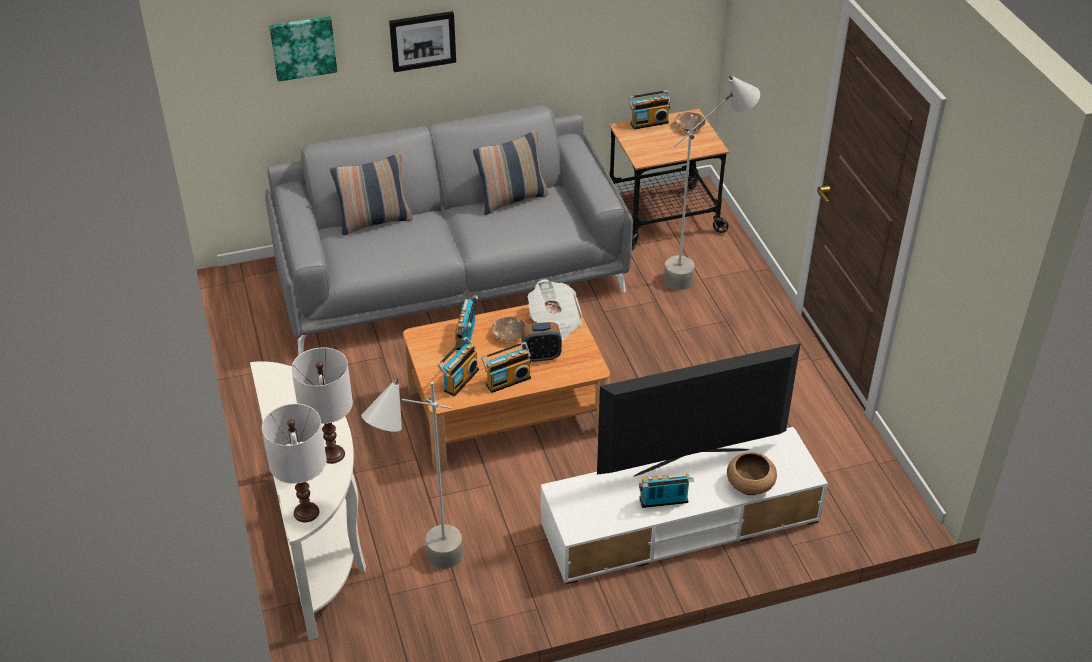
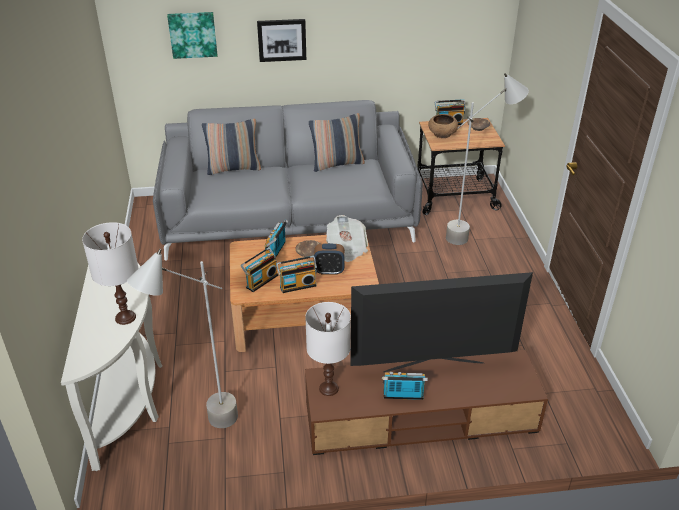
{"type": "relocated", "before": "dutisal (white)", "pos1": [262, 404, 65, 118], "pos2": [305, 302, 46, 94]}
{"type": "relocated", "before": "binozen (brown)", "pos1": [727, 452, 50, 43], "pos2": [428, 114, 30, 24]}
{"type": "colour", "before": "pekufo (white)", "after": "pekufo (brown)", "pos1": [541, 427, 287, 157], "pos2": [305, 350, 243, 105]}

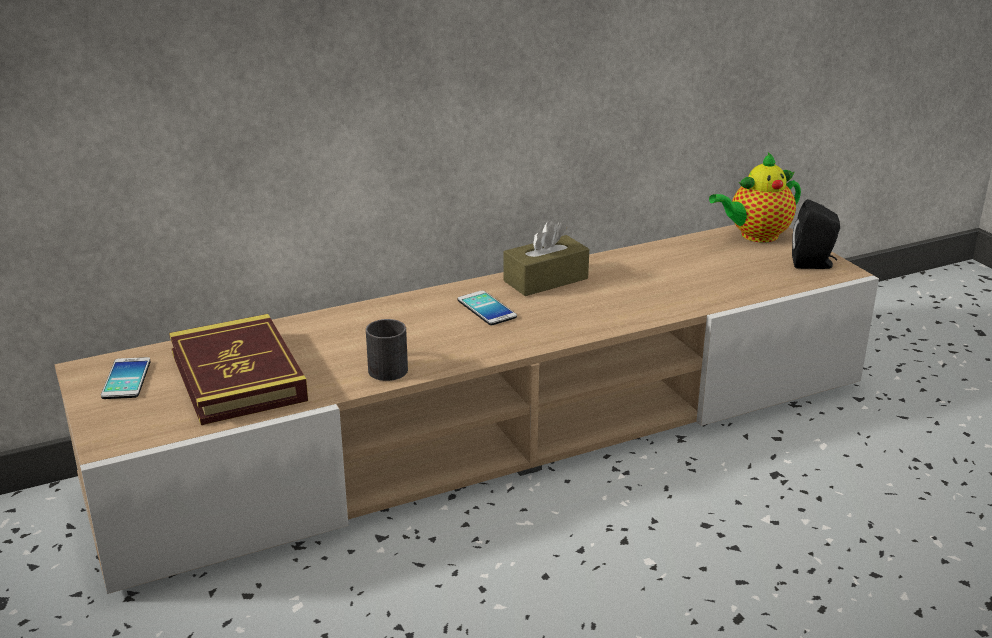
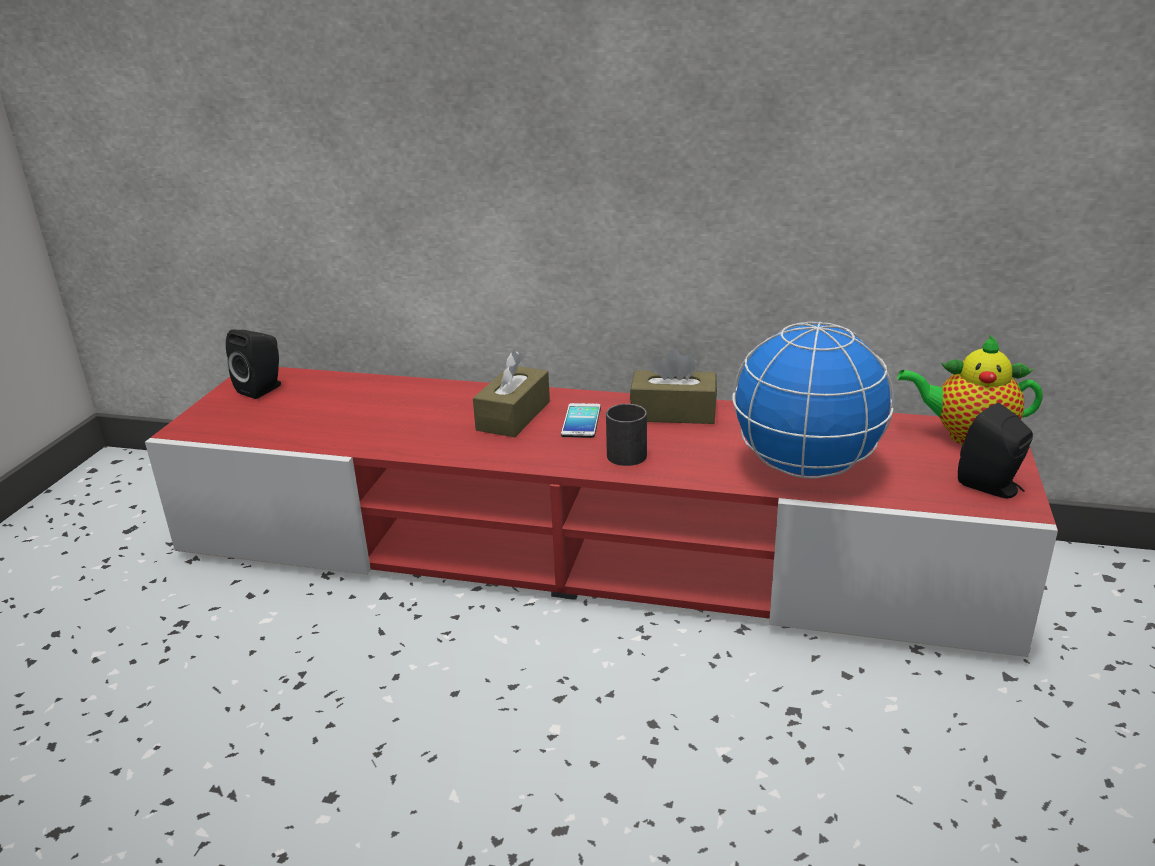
{"type": "missing", "before": "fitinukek", "pos1": [169, 314, 139, 111]}
{"type": "appeared", "after": "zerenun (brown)", "pos2": [473, 351, 77, 86]}
{"type": "appeared", "after": "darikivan", "pos2": [733, 322, 161, 157]}
{"type": "relocated", "before": "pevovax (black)", "pos1": [366, 319, 42, 62], "pos2": [606, 404, 41, 62]}
{"type": "exchanged", "before": "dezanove", "after": "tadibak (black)", "pos1": [101, 357, 50, 42], "pos2": [226, 330, 55, 69]}
{"type": "colour", "before": "pekufo (beige)", "after": "pekufo (red)", "pos1": [54, 225, 825, 369], "pos2": [145, 367, 913, 290]}

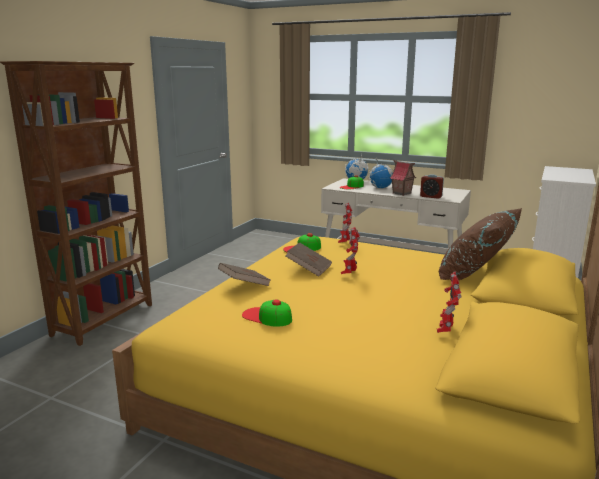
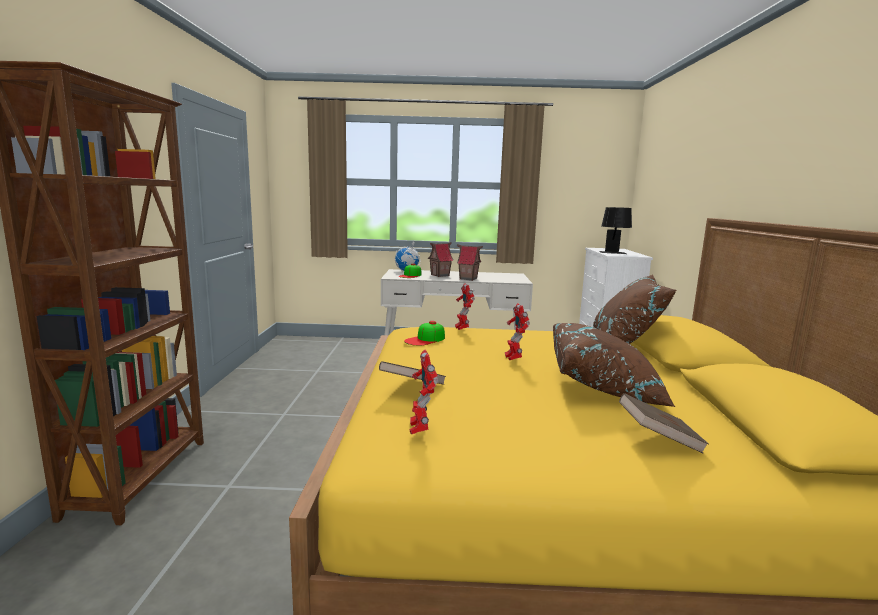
{"type": "missing", "before": "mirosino", "pos1": [242, 300, 50, 27]}
{"type": "missing", "before": "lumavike", "pos1": [420, 174, 24, 25]}
{"type": "appeared", "after": "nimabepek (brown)", "pos2": [553, 323, 122, 84]}
{"type": "appeared", "after": "dutisal (black)", "pos2": [600, 207, 32, 47]}
{"type": "relocated", "before": "fitinukek (brown)", "pos1": [285, 243, 47, 34], "pos2": [619, 393, 90, 60]}
{"type": "relocated", "before": "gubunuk", "pos1": [437, 272, 24, 61], "pos2": [409, 349, 30, 85]}
{"type": "exchanged", "before": "darikivan", "after": "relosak", "pos1": [368, 158, 25, 30], "pos2": [428, 242, 26, 35]}

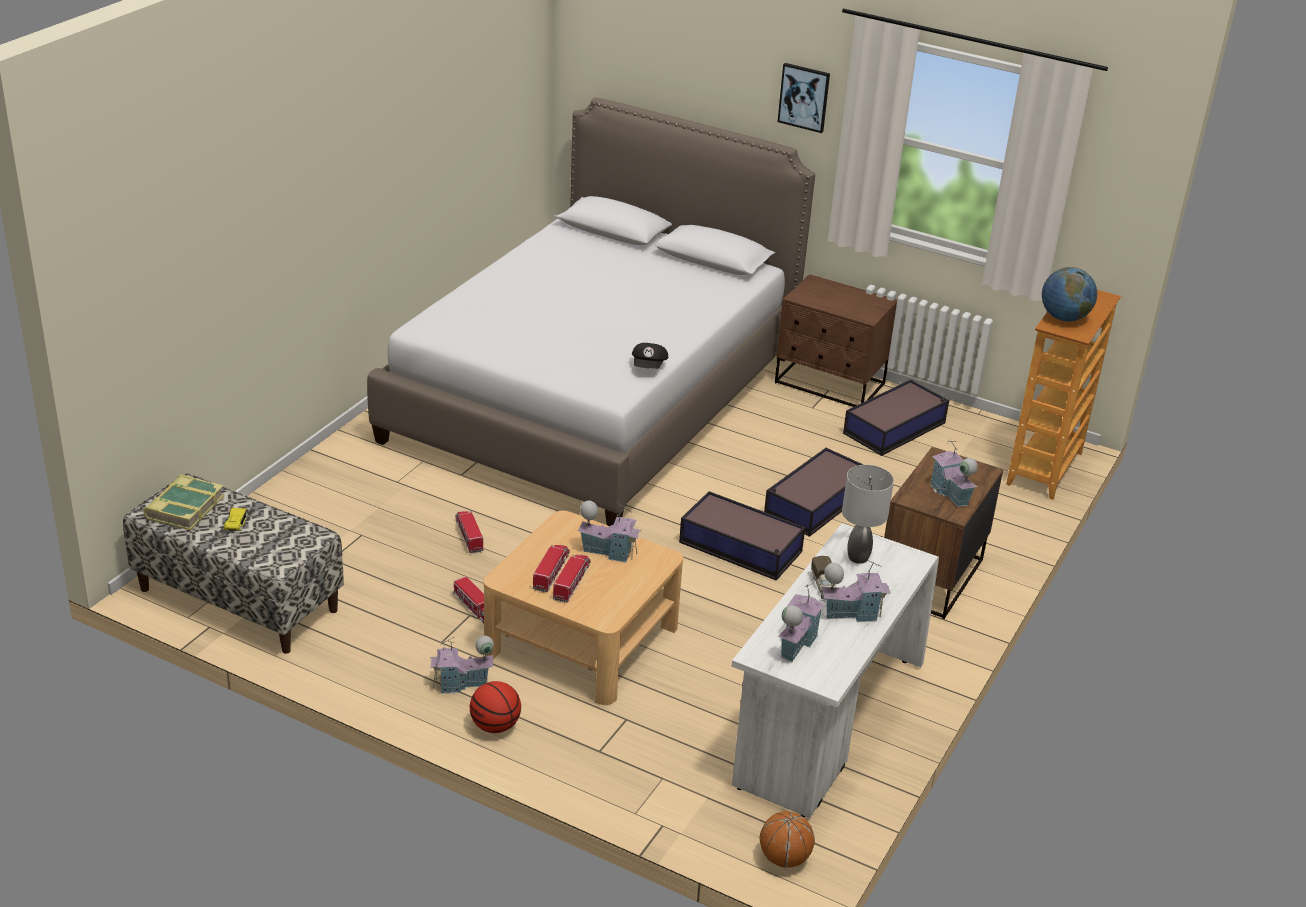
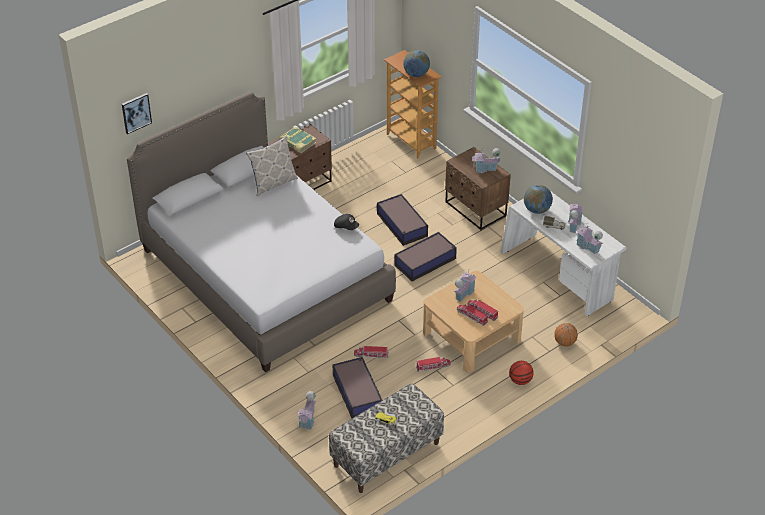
{"type": "appeared", "after": "nimabepek", "pos2": [246, 136, 52, 60]}
{"type": "relocated", "before": "fitinukek", "pos1": [143, 474, 81, 56], "pos2": [280, 127, 36, 26]}
{"type": "relocated", "before": "relosak", "pos1": [430, 636, 64, 58], "pos2": [298, 391, 18, 39]}
{"type": "relocated", "before": "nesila", "pos1": [760, 811, 55, 57], "pos2": [554, 323, 24, 23]}
{"type": "relocated", "before": "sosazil", "pos1": [777, 63, 53, 70], "pos2": [122, 93, 30, 41]}
{"type": "relocated", "before": "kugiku", "pos1": [843, 380, 106, 76], "pos2": [333, 357, 49, 61]}
{"type": "exchanged", "before": "dutisal (grey)", "after": "darikivan", "pos1": [842, 465, 52, 99], "pos2": [524, 185, 29, 29]}

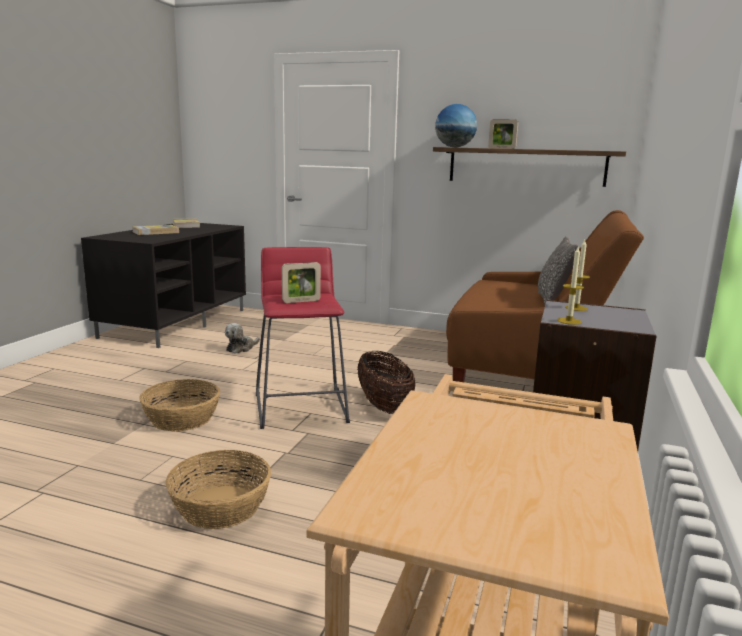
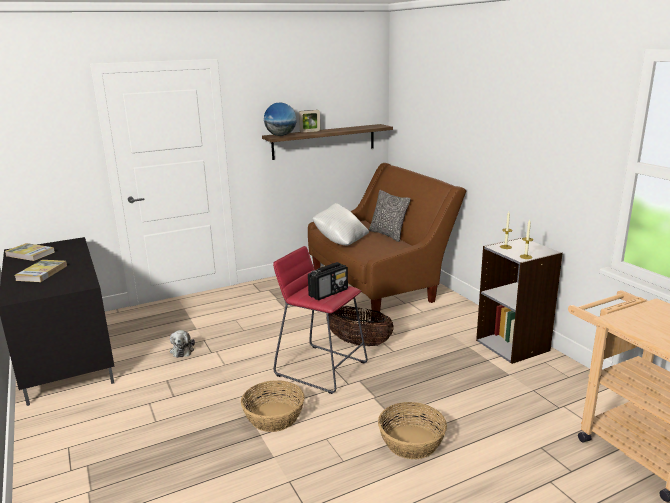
{"type": "appeared", "after": "nimabepek (white)", "pos2": [312, 203, 57, 43]}
{"type": "exchanged", "before": "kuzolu", "after": "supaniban", "pos1": [282, 262, 39, 41], "pos2": [308, 262, 40, 38]}

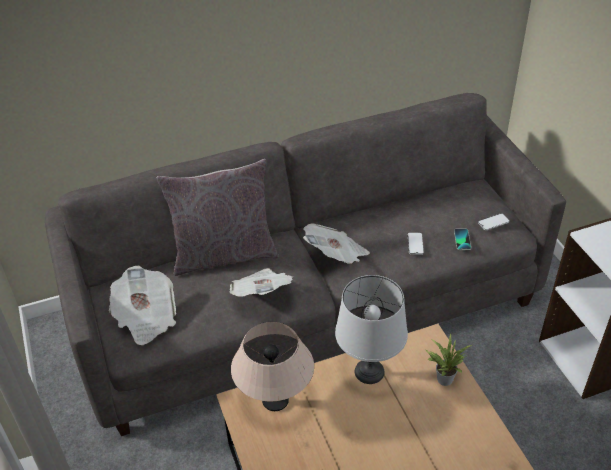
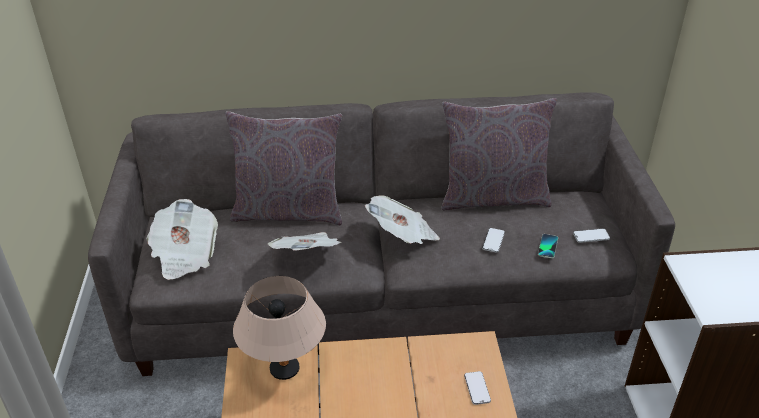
{"type": "missing", "before": "dutisal (grey)", "pos1": [335, 275, 73, 109]}
{"type": "appeared", "after": "nimabepek (grey)", "pos2": [442, 98, 115, 112]}
{"type": "exchanged", "before": "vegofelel", "after": "dezanove", "pos1": [426, 333, 46, 53], "pos2": [464, 371, 27, 34]}

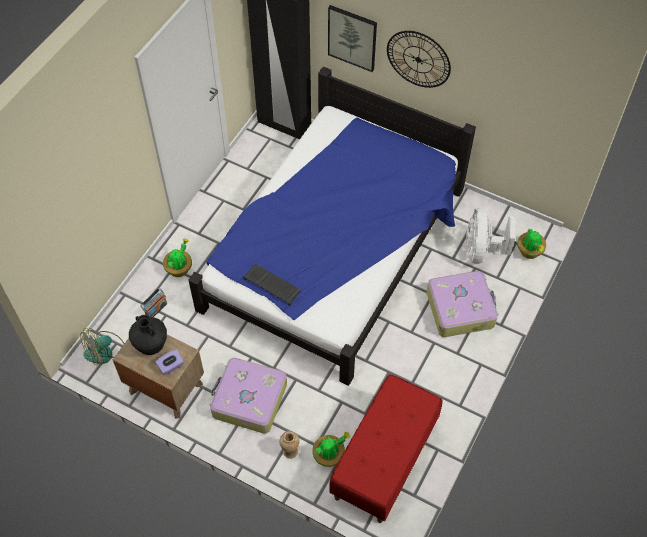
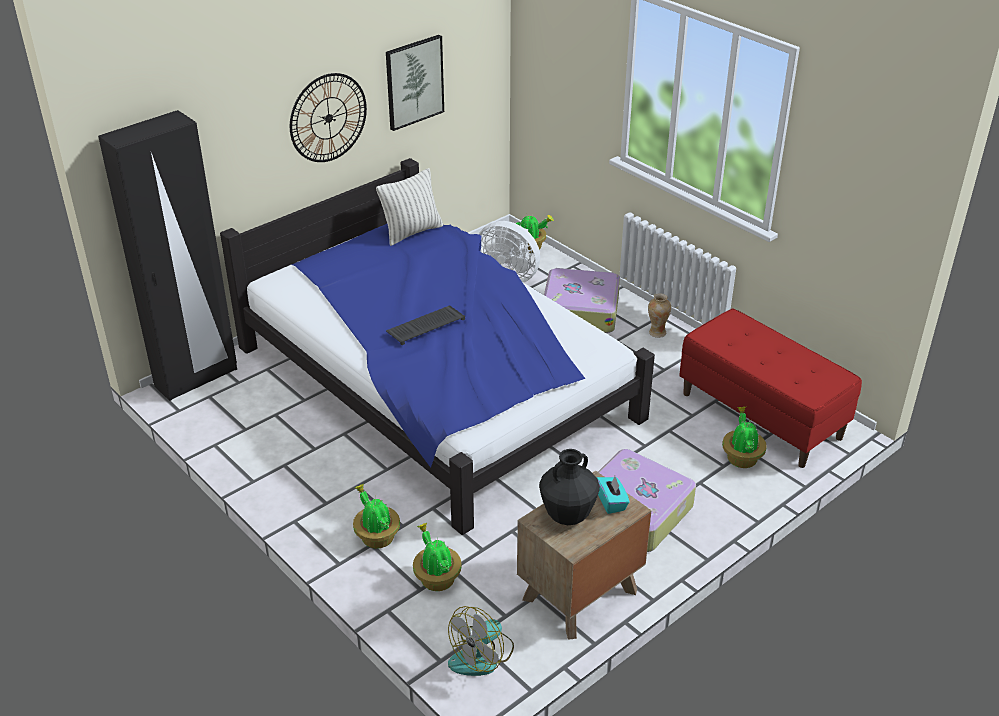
{"type": "appeared", "after": "nimabepek", "pos2": [376, 168, 67, 78]}
{"type": "relocated", "before": "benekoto", "pos1": [244, 264, 58, 41], "pos2": [386, 305, 79, 40]}
{"type": "relocated", "before": "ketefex", "pos1": [279, 431, 21, 28], "pos2": [648, 293, 23, 45]}
{"type": "relocated", "before": "sosazil", "pos1": [328, 5, 49, 67], "pos2": [386, 35, 58, 96]}
{"type": "exchanged", "before": "supaniban", "after": "vegofelel", "pos1": [140, 288, 27, 29], "pos2": [413, 523, 49, 68]}
{"type": "colour", "before": "zerenun (purple)", "after": "zerenun (turquoise)", "pos1": [155, 349, 29, 26], "pos2": [597, 476, 33, 38]}
{"type": "spun", "before": "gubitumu", "pos1": [80, 328, 45, 37], "pos2": [448, 606, 66, 70], "turn": 60}

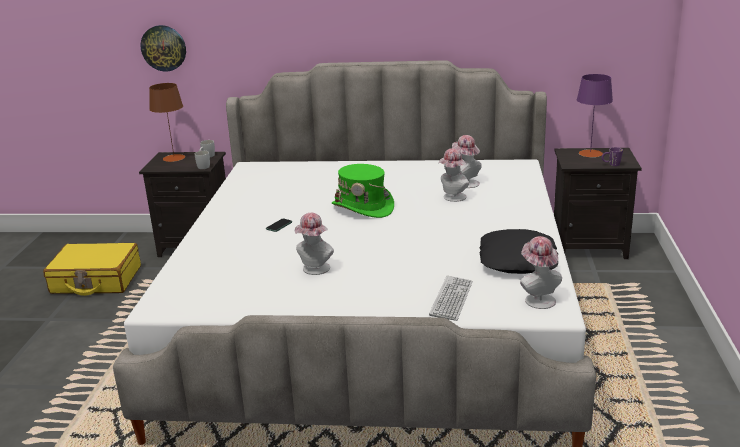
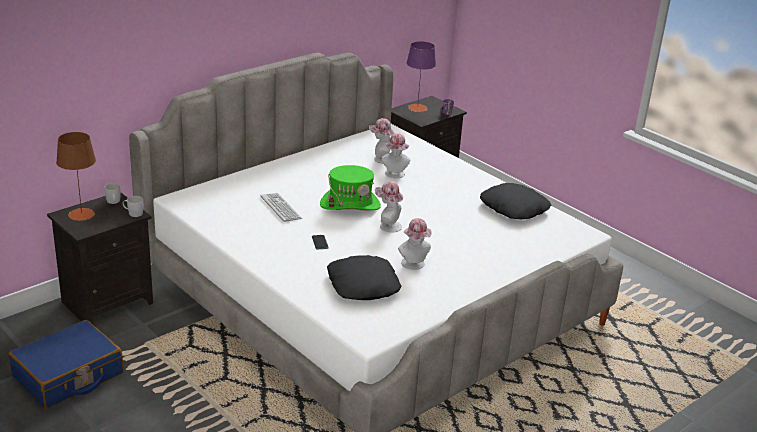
{"type": "missing", "before": "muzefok", "pos1": [140, 25, 46, 47]}
{"type": "appeared", "after": "nimabepek (black)", "pos2": [327, 255, 74, 45]}
{"type": "relocated", "before": "benekoto", "pos1": [429, 276, 44, 45], "pos2": [260, 193, 42, 29]}
{"type": "relocated", "before": "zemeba", "pos1": [520, 236, 42, 73], "pos2": [375, 181, 28, 52]}
{"type": "colour", "before": "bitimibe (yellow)", "after": "bitimibe (blue)", "pos1": [43, 243, 98, 53], "pos2": [8, 320, 115, 88]}

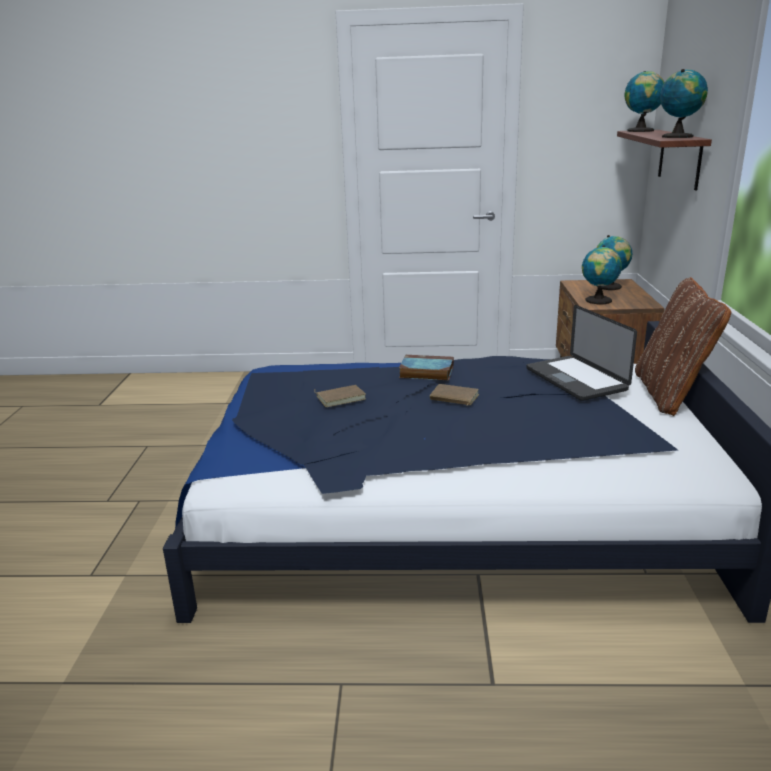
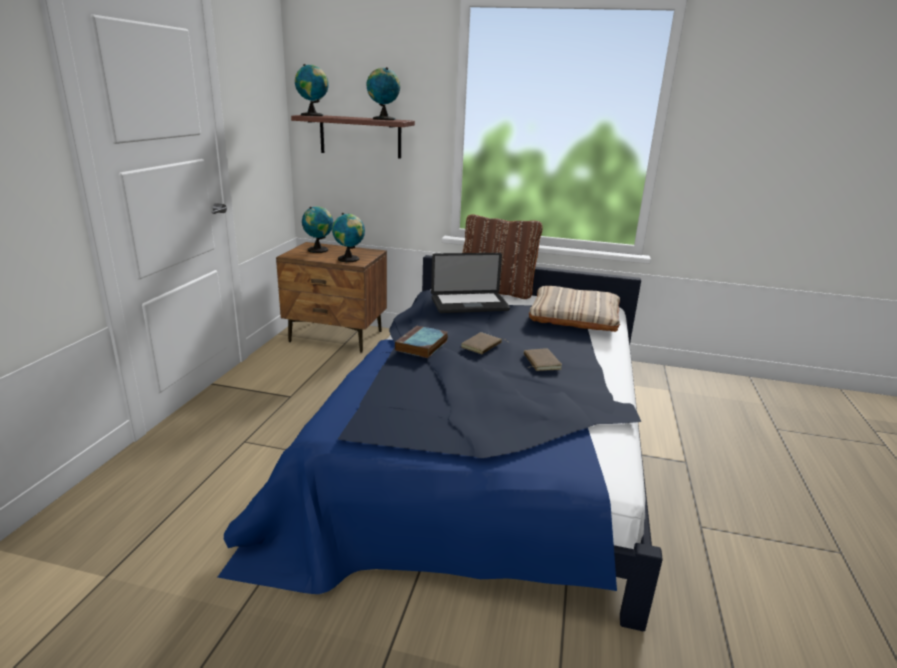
{"type": "appeared", "after": "nimabepek (beige)", "pos2": [529, 286, 91, 46]}
{"type": "relocated", "before": "fitinukek (brown)", "pos1": [314, 385, 52, 22], "pos2": [524, 348, 38, 23]}

